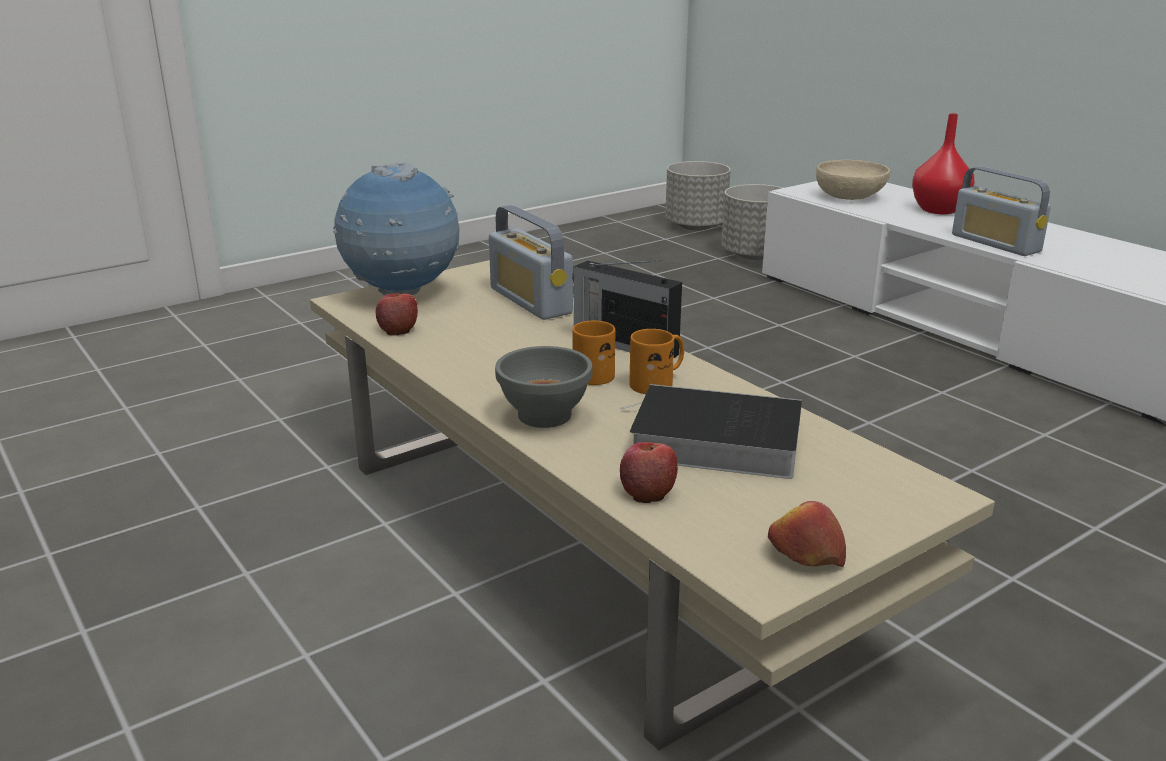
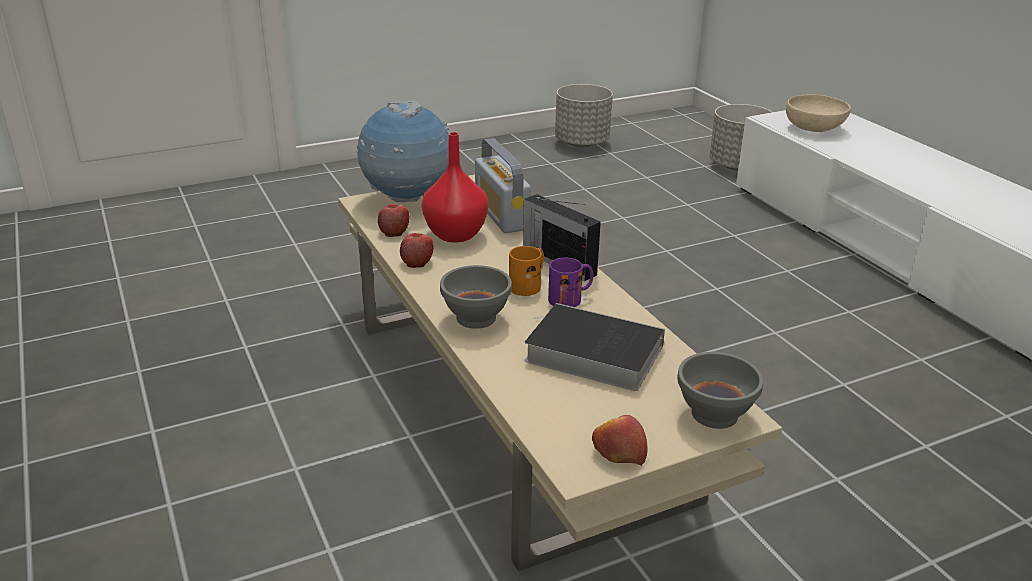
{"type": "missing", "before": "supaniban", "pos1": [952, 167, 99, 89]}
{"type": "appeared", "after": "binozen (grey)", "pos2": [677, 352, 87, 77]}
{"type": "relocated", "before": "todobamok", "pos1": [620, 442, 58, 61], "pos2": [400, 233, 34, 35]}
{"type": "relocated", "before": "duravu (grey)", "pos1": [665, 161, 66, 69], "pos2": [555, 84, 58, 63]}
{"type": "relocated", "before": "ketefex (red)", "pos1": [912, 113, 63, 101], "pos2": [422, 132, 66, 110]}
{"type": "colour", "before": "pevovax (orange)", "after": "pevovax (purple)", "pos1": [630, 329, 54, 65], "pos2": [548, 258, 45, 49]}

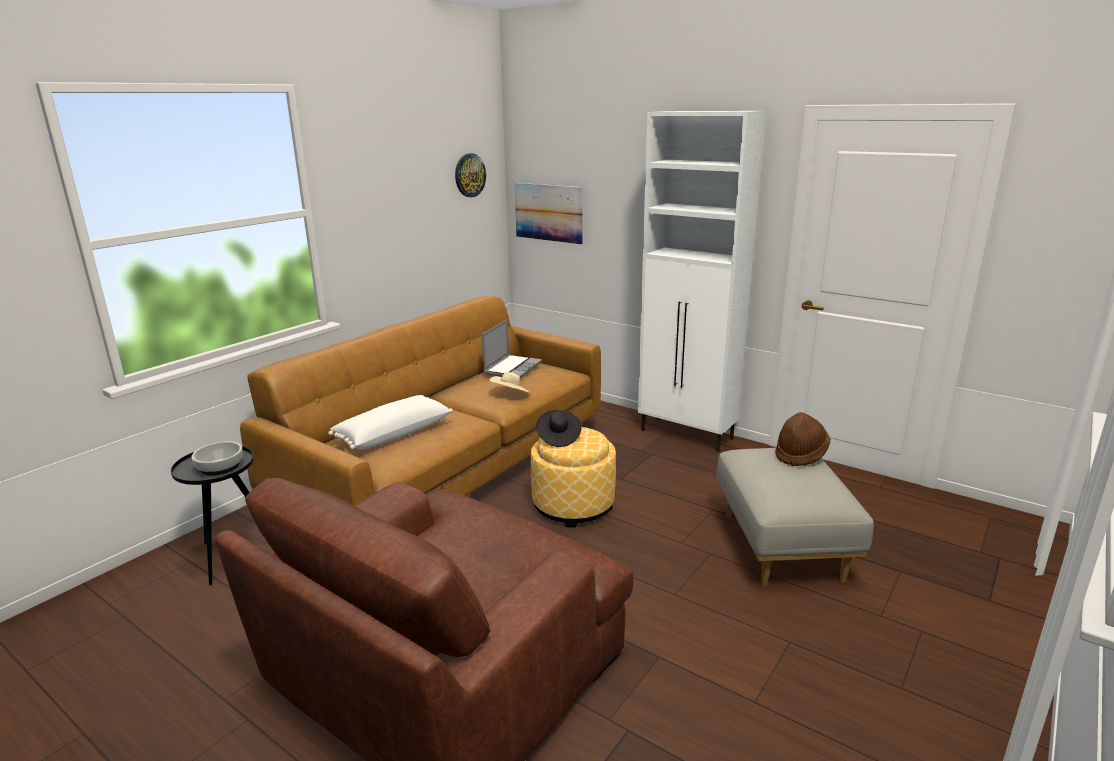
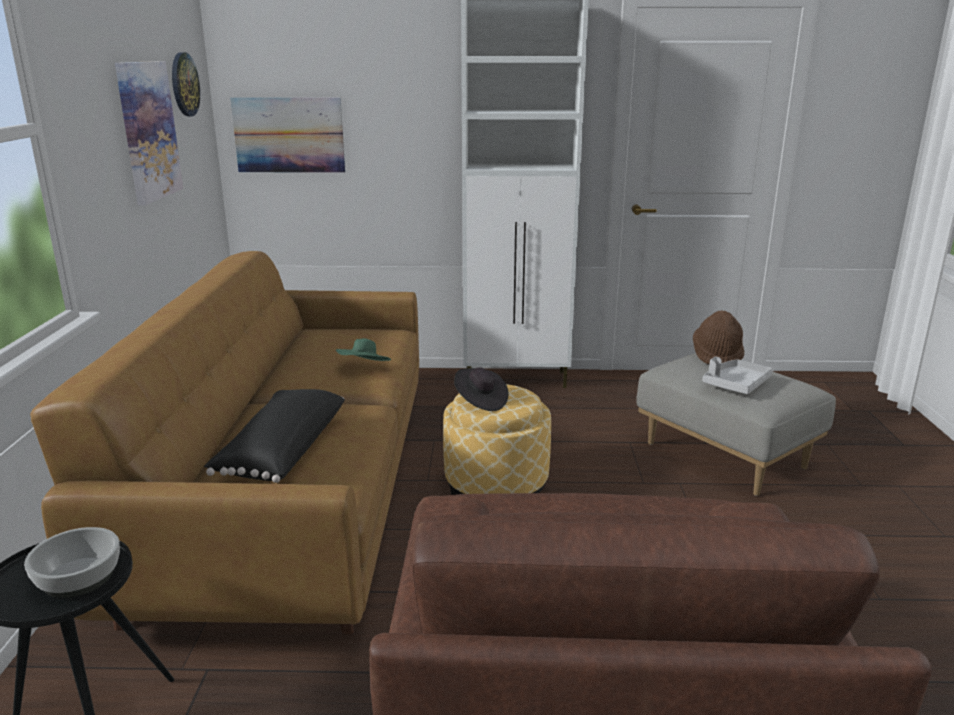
{"type": "missing", "before": "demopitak", "pos1": [482, 319, 60, 59]}
{"type": "appeared", "after": "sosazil", "pos2": [115, 61, 68, 145]}
{"type": "appeared", "after": "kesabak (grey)", "pos2": [703, 357, 70, 37]}
{"type": "colour", "before": "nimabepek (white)", "after": "nimabepek (black)", "pos1": [328, 395, 125, 55], "pos2": [204, 389, 141, 94]}
{"type": "colour", "before": "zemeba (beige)", "after": "zemeba (green)", "pos1": [489, 372, 41, 21], "pos2": [336, 338, 55, 23]}

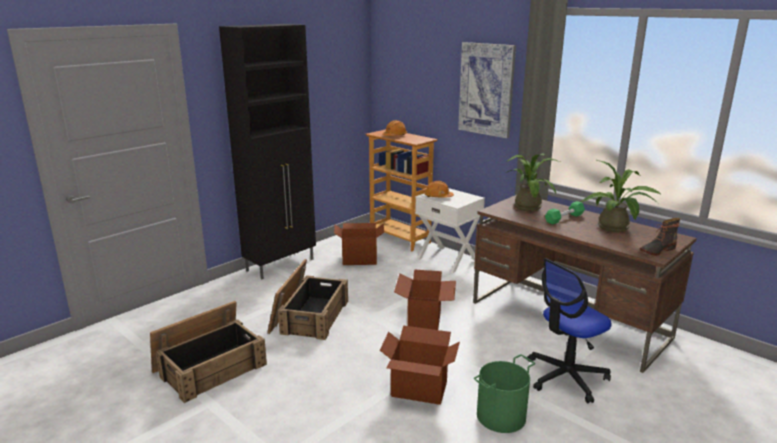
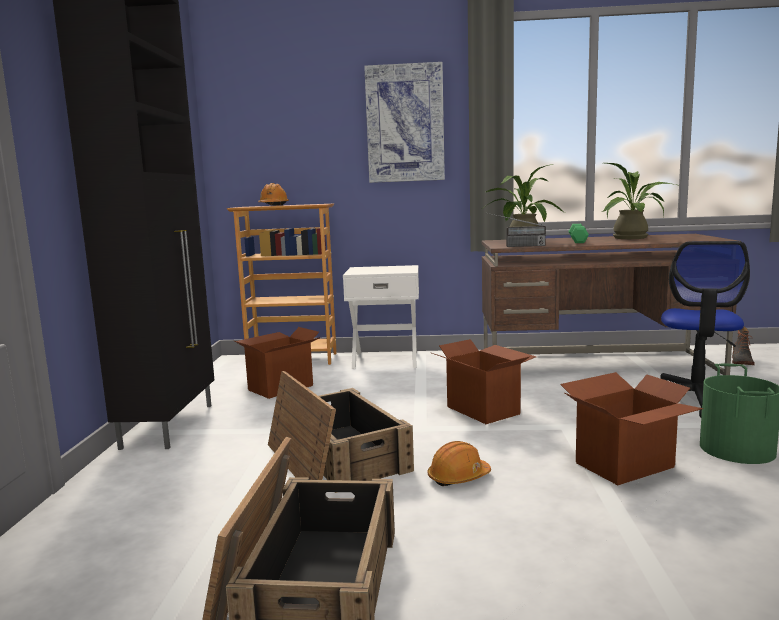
{"type": "appeared", "after": "supaniban", "pos2": [488, 213, 58, 34]}
{"type": "relocated", "before": "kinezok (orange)", "pos1": [424, 181, 30, 16], "pos2": [427, 441, 64, 46]}
{"type": "relocated", "before": "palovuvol", "pos1": [640, 218, 40, 38], "pos2": [732, 327, 23, 38]}

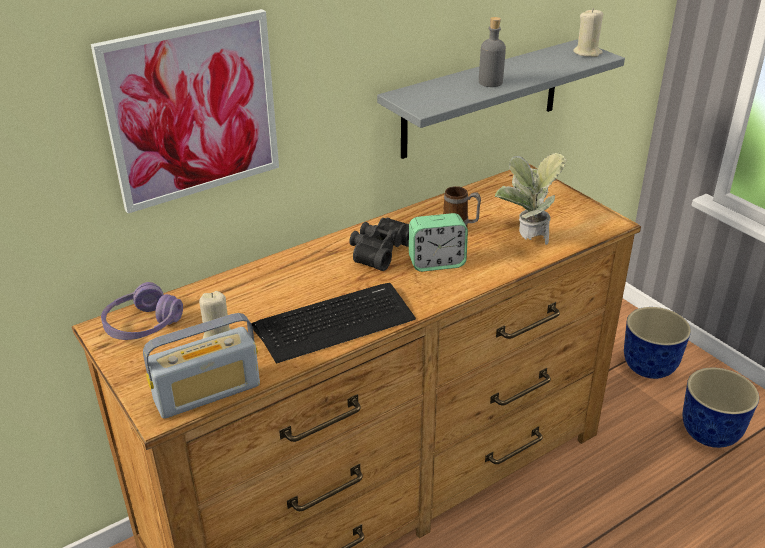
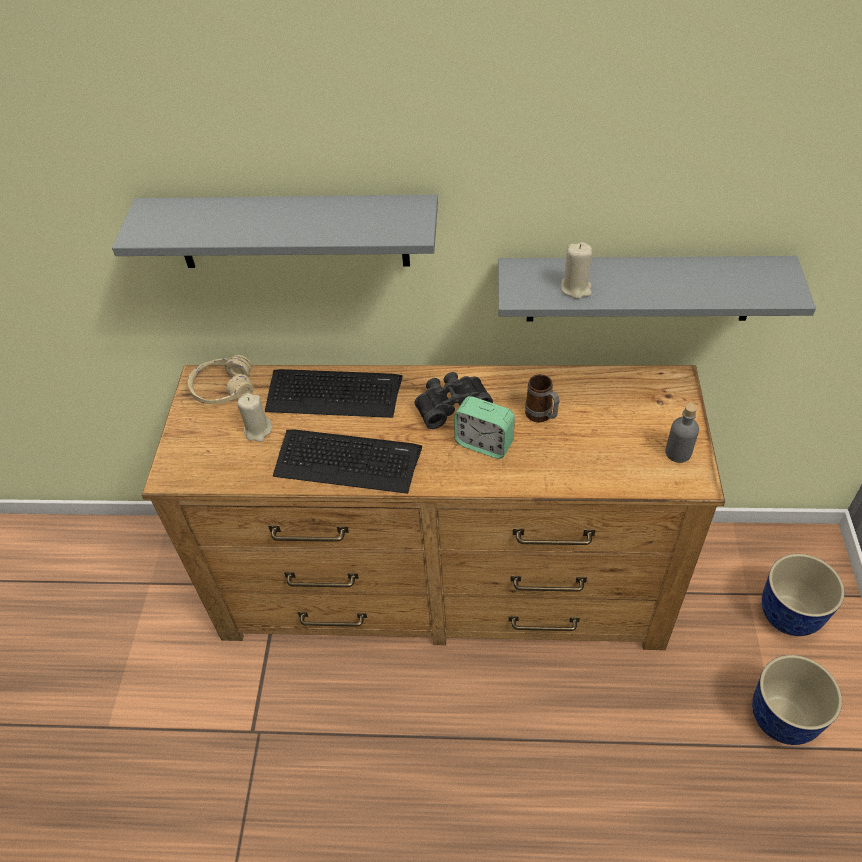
{"type": "missing", "before": "supaniban", "pos1": [143, 313, 117, 106]}
{"type": "missing", "before": "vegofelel", "pos1": [495, 153, 71, 92]}
{"type": "appeared", "after": "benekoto", "pos2": [265, 369, 138, 49]}
{"type": "relocated", "before": "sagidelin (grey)", "pos1": [479, 17, 27, 70], "pos2": [665, 403, 34, 60]}
{"type": "relocated", "before": "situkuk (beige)", "pos1": [573, 8, 30, 49], "pos2": [561, 242, 31, 57]}
{"type": "exchanged", "before": "sosazil", "after": "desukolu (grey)", "pos1": [91, 9, 188, 204], "pos2": [112, 194, 326, 74]}
{"type": "colour", "before": "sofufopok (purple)", "after": "sofufopok (beige)", "pos1": [101, 282, 82, 58], "pos2": [188, 355, 66, 49]}

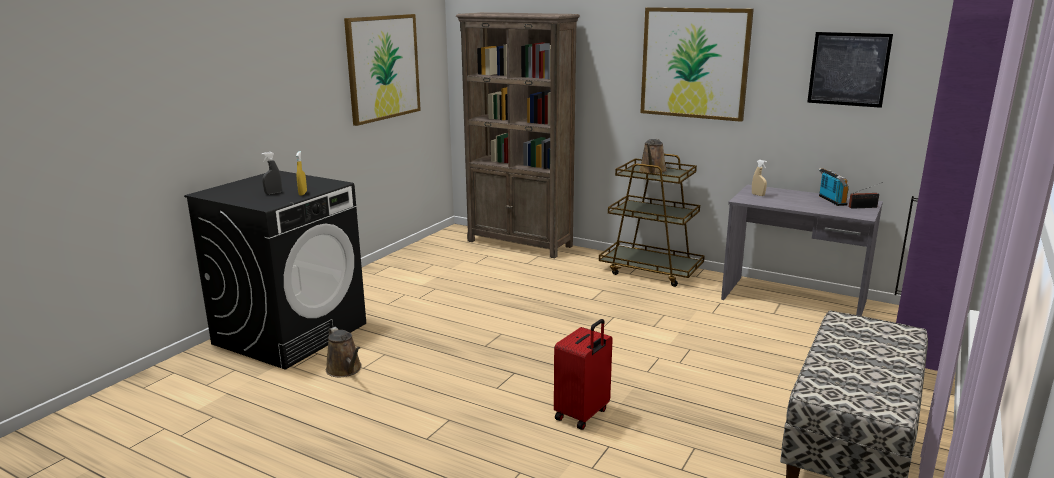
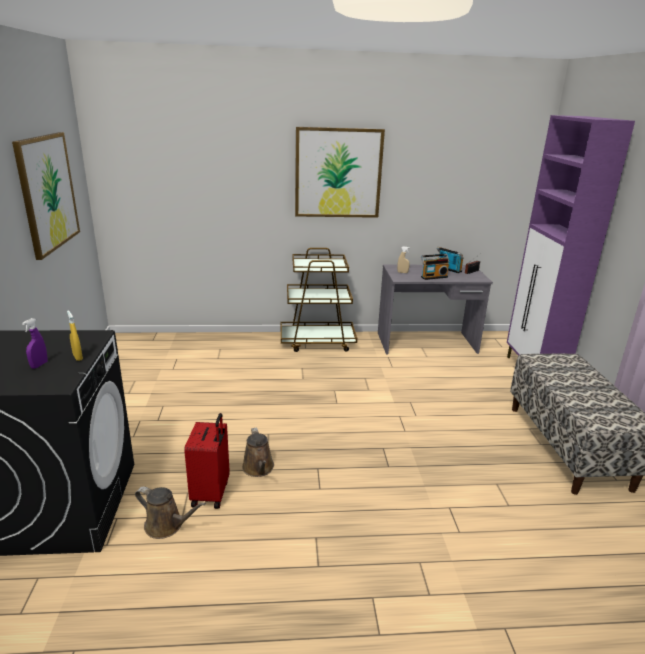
{"type": "missing", "before": "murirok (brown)", "pos1": [456, 12, 124, 246]}
{"type": "missing", "before": "sosazil", "pos1": [807, 32, 86, 76]}
{"type": "appeared", "after": "supaniban", "pos2": [421, 254, 29, 26]}
{"type": "relocated", "before": "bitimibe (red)", "pos1": [554, 319, 59, 111], "pos2": [184, 413, 46, 96]}
{"type": "relocated", "before": "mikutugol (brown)", "pos1": [639, 139, 28, 35], "pos2": [242, 427, 32, 50]}
{"type": "colour", "before": "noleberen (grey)", "after": "noleberen (purple)", "pos1": [261, 152, 21, 42], "pos2": [22, 318, 25, 51]}

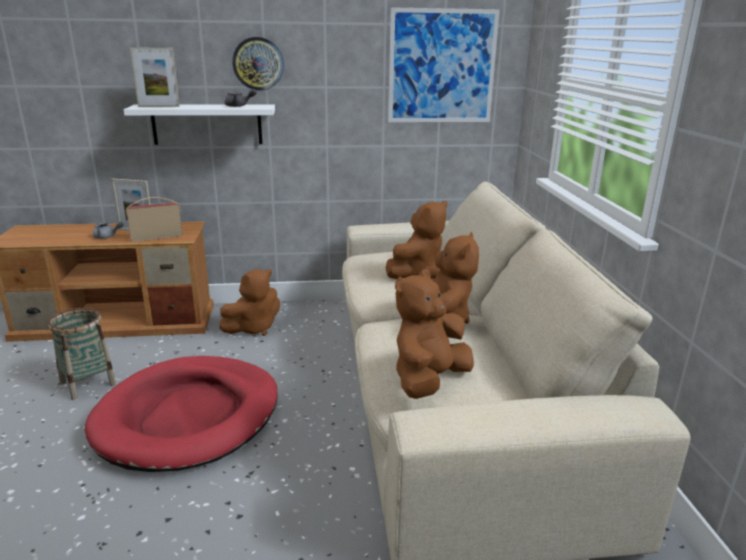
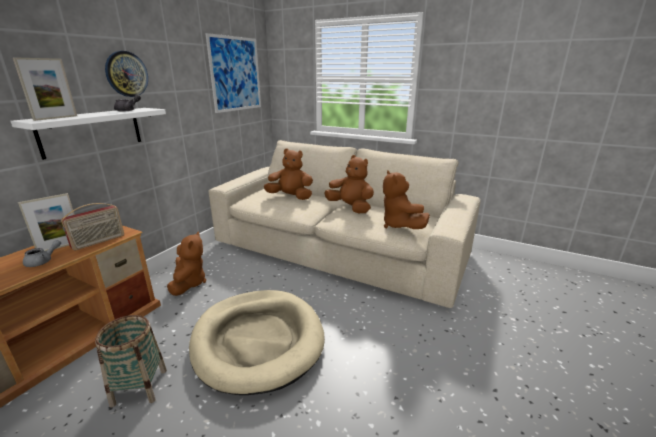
{"type": "colour", "before": "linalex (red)", "after": "linalex (beige)", "pos1": [85, 356, 193, 116], "pos2": [189, 290, 136, 105]}
{"type": "spun", "before": "supaniban", "pos1": [126, 197, 56, 45], "pos2": [61, 203, 63, 47], "turn": -150}
{"type": "spun", "before": "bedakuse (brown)", "pos1": [385, 201, 62, 78], "pos2": [264, 149, 49, 51], "turn": -60}

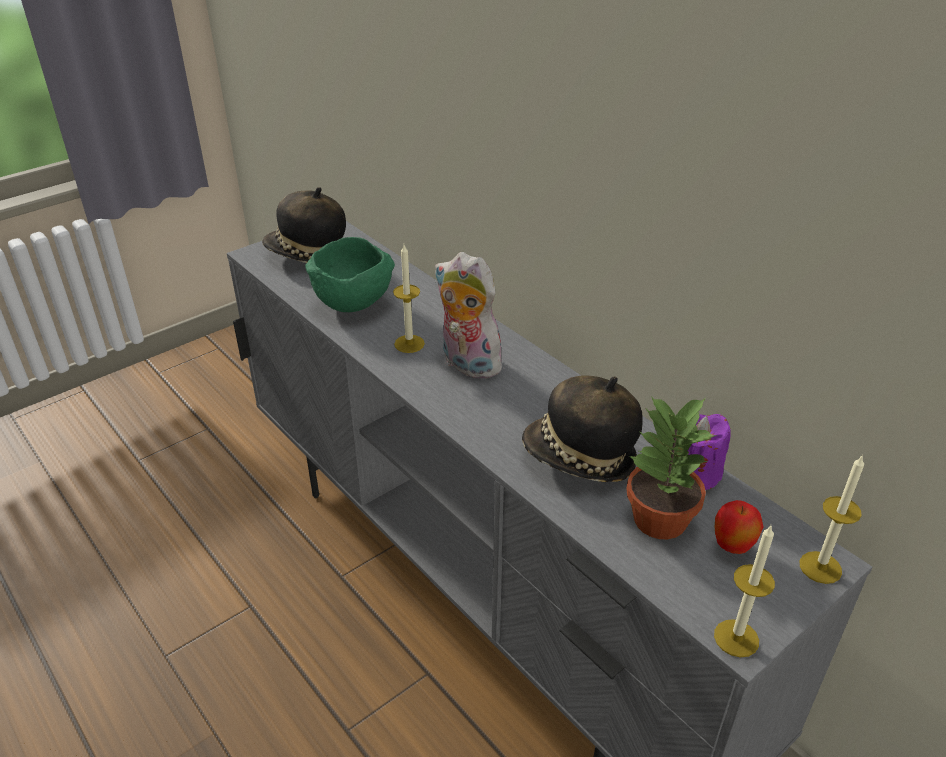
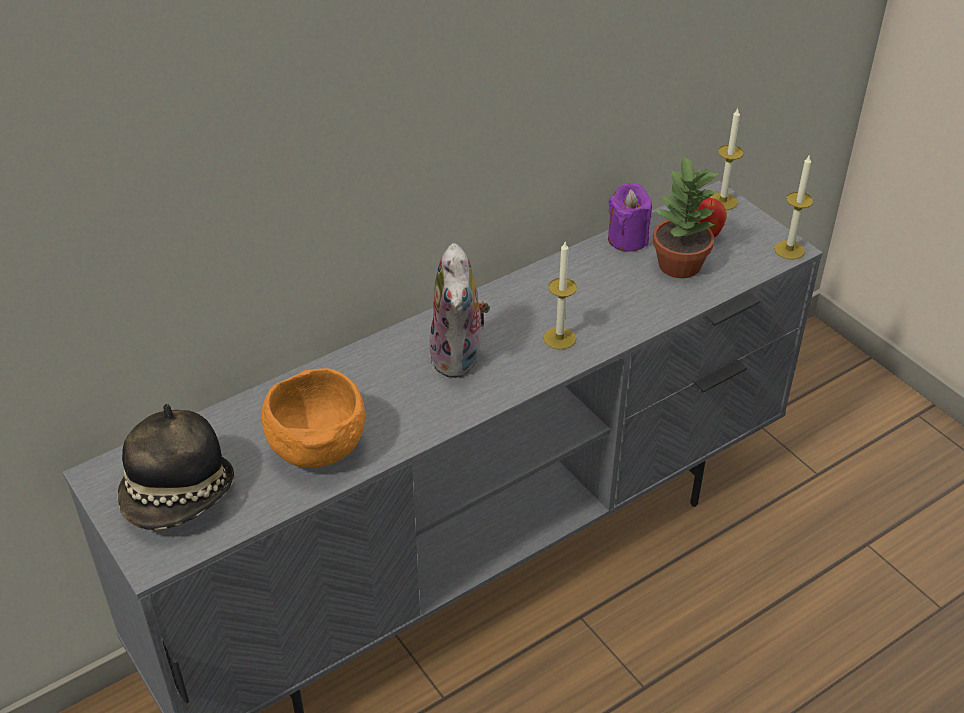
{"type": "missing", "before": "zemeba", "pos1": [522, 375, 121, 107]}
{"type": "relocated", "before": "situkuk", "pos1": [393, 245, 32, 108], "pos2": [543, 242, 34, 108]}
{"type": "colour", "before": "binozen (green)", "after": "binozen (orange)", "pos1": [305, 237, 90, 75], "pos2": [261, 368, 104, 100]}
{"type": "spun", "before": "bedakuse", "pos1": [435, 252, 68, 127], "pos2": [429, 243, 61, 135], "turn": -45}

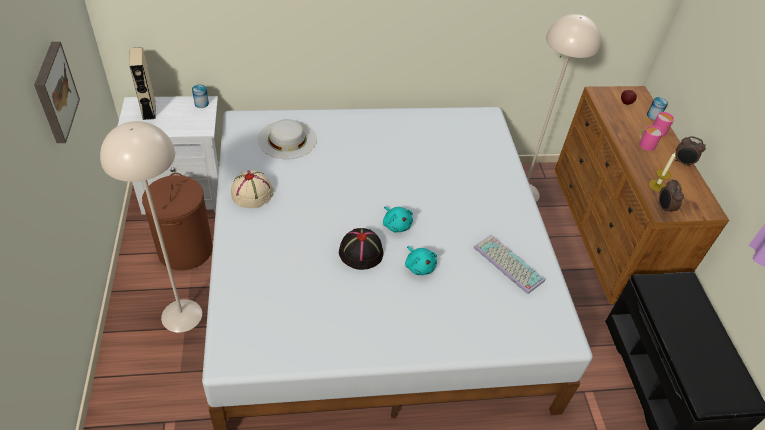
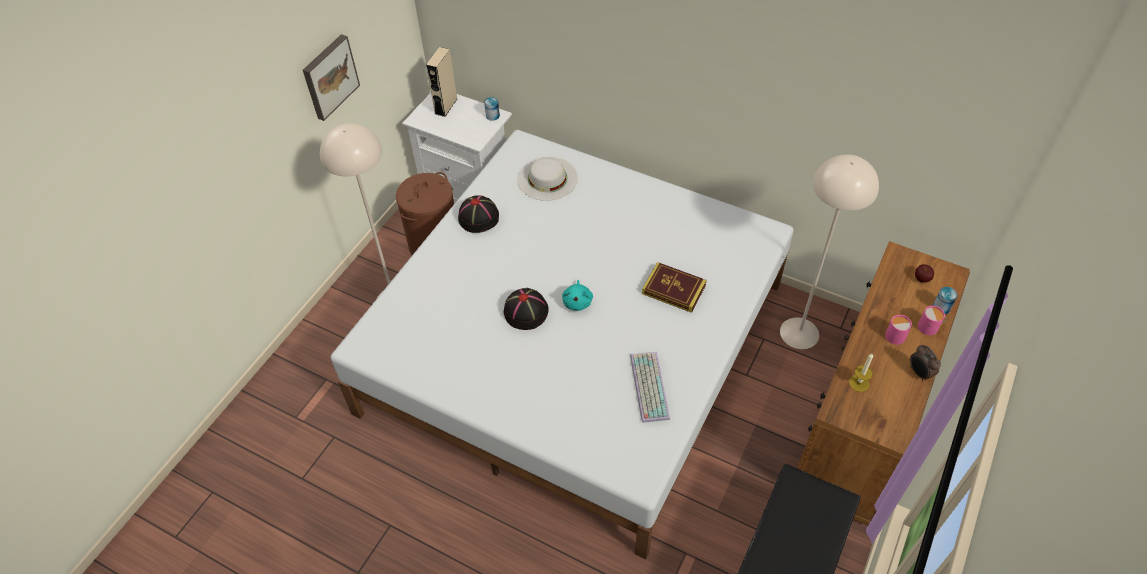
{"type": "missing", "before": "bedakuse (turquoise)", "pos1": [405, 246, 32, 29]}
{"type": "missing", "before": "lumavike", "pos1": [658, 179, 26, 35]}
{"type": "appeared", "after": "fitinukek", "pos2": [642, 262, 65, 51]}
{"type": "colour", "before": "zemeba (beige)", "after": "zemeba (black)", "pos1": [231, 170, 43, 38], "pos2": [458, 195, 41, 38]}

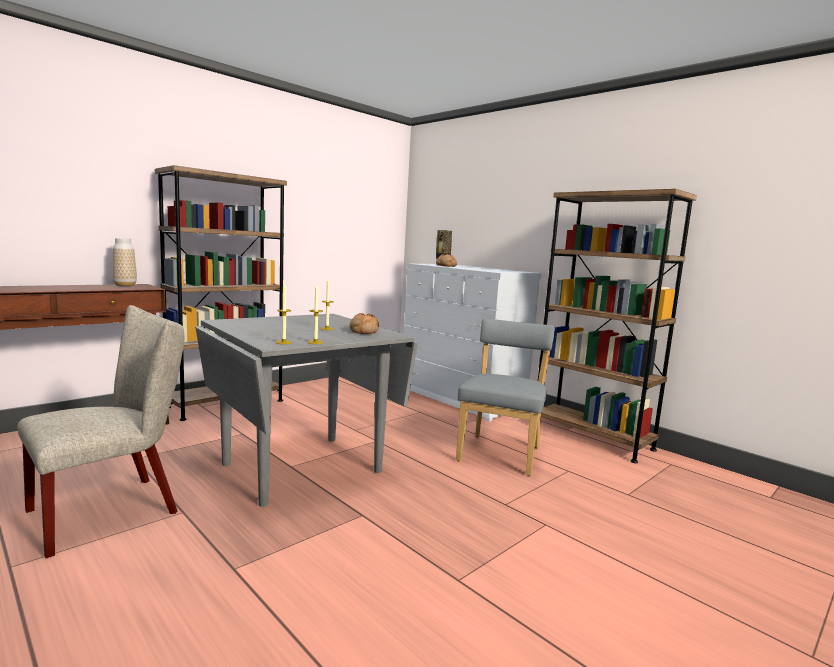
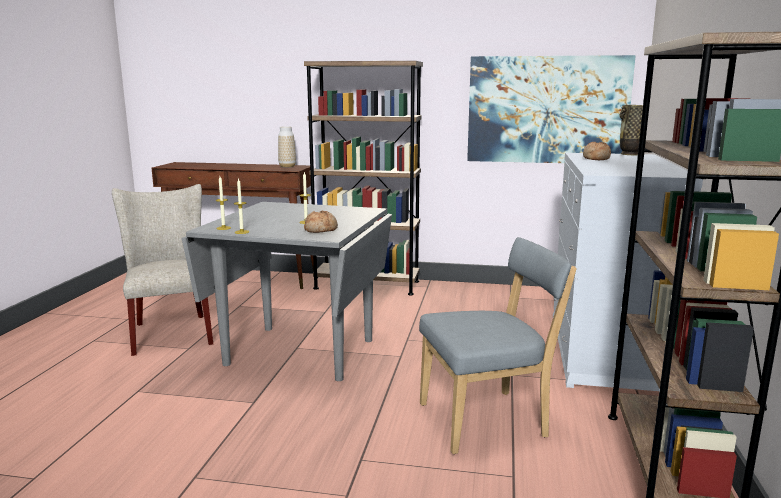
{"type": "appeared", "after": "sosazil", "pos2": [467, 55, 169, 108]}
{"type": "spun", "before": "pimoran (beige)", "pos1": [17, 305, 167, 253], "pos2": [112, 184, 101, 172], "turn": -120}

